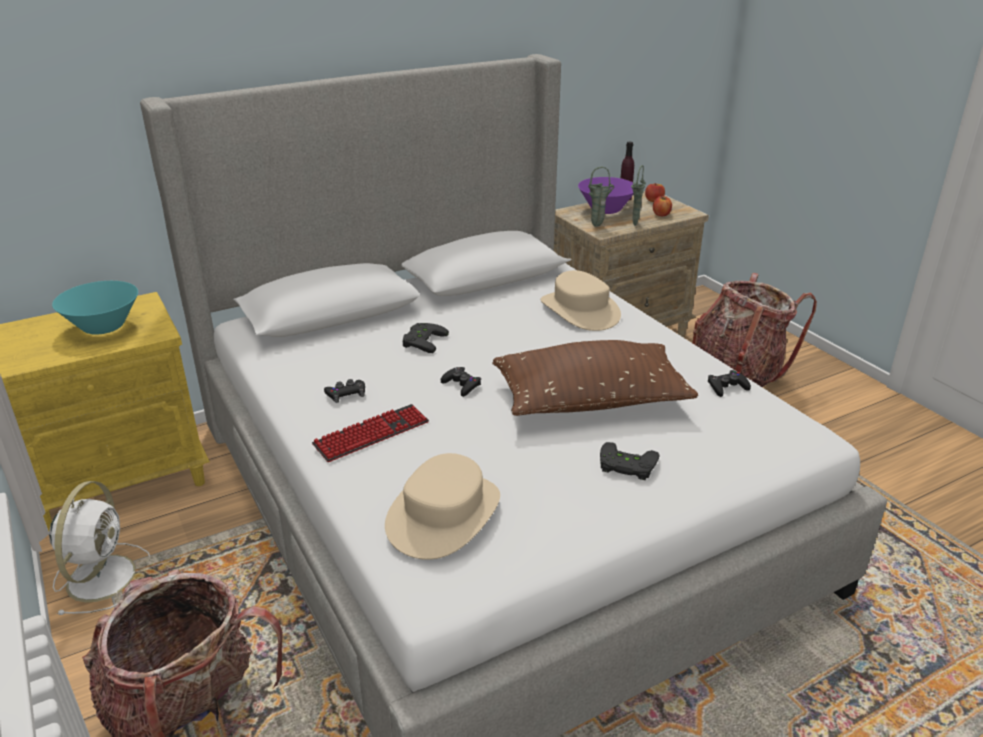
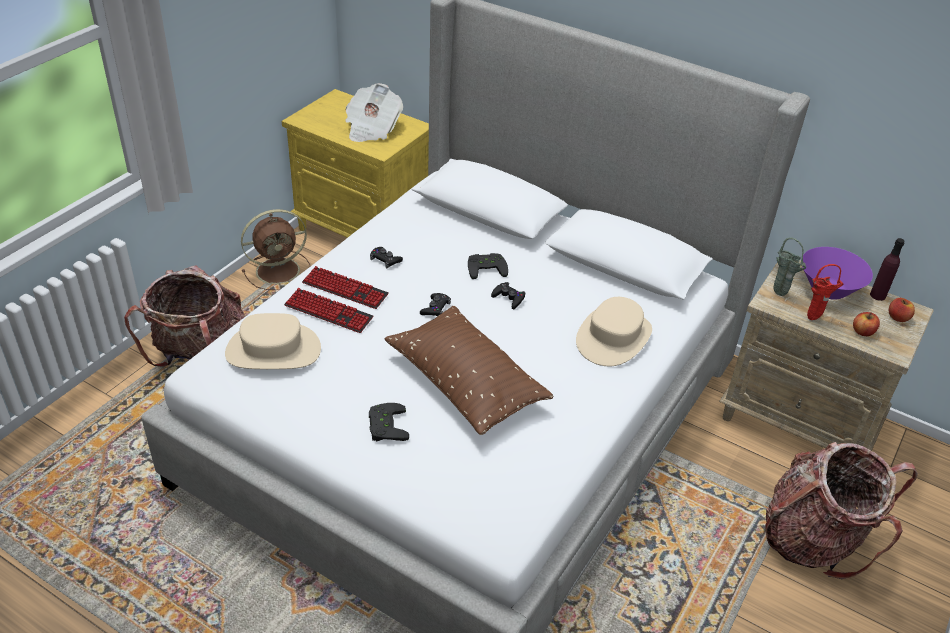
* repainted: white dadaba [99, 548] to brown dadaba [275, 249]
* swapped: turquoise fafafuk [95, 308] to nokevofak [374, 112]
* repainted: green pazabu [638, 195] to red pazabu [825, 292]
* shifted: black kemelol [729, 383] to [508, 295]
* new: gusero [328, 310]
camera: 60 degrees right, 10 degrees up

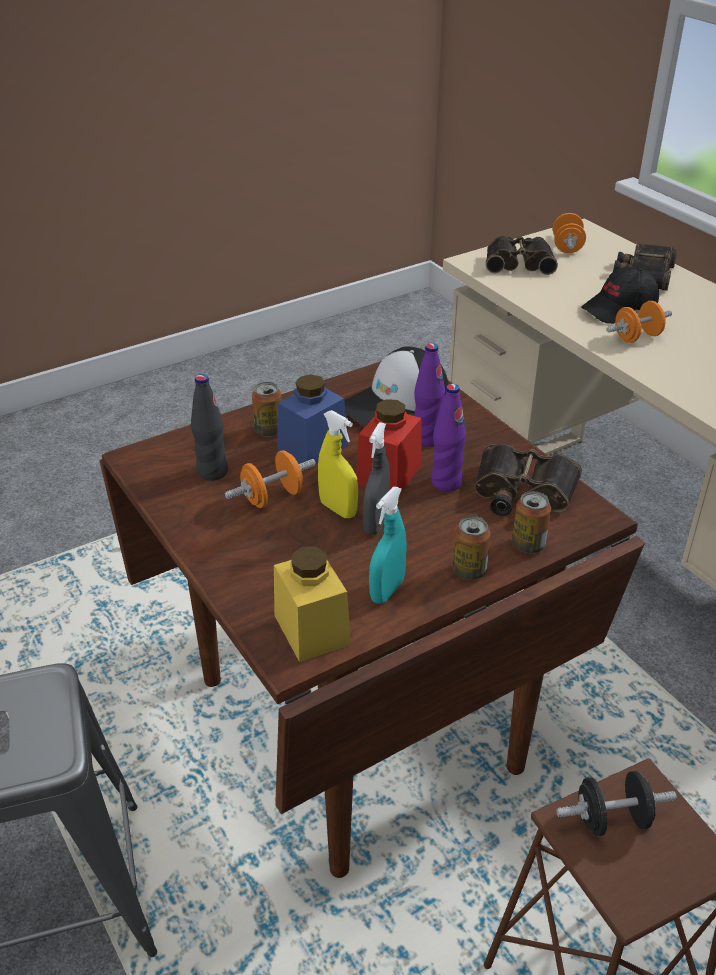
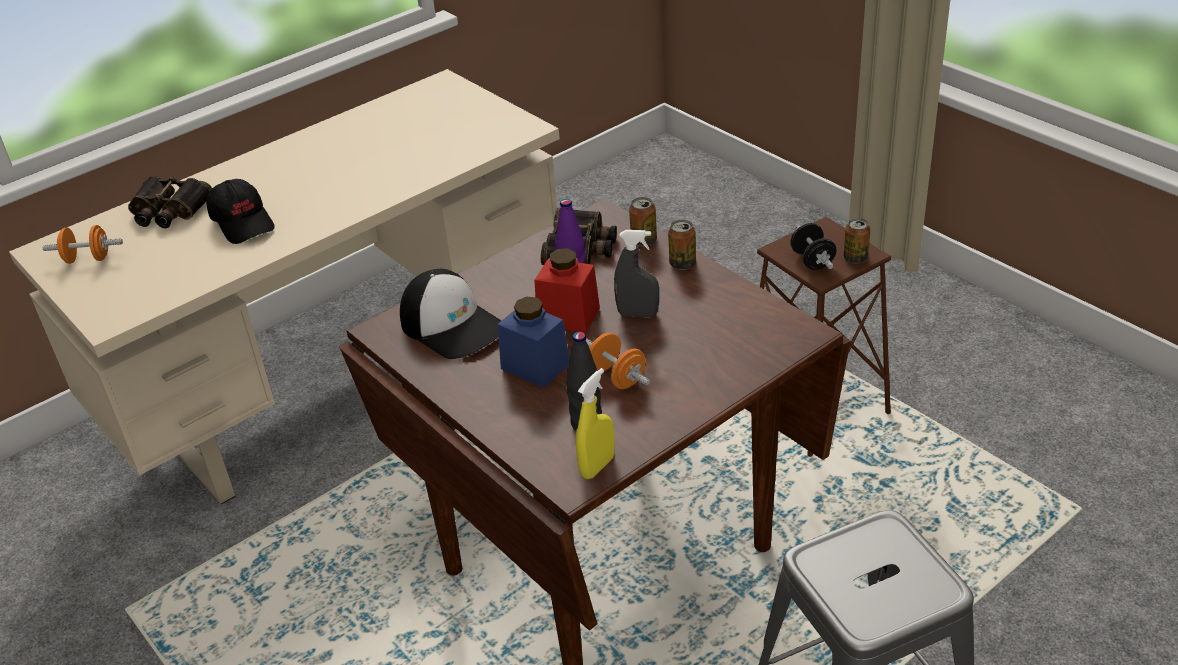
* shifted: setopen [267, 409] to [857, 241]
* gone: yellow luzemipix [312, 604]
* shifted: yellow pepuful [338, 464] to [595, 423]
* gone: turquoise pepuful [388, 545]
* gone: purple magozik [429, 395]
* gone: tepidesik [522, 255]
* gone: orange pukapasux [639, 322]
camera: 95 degrees left, 0 degrees up

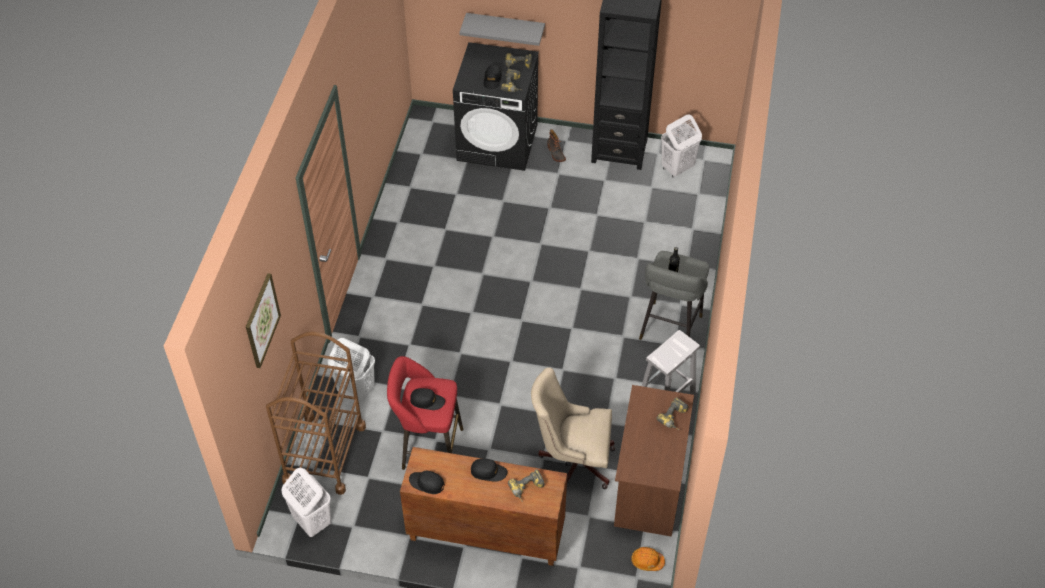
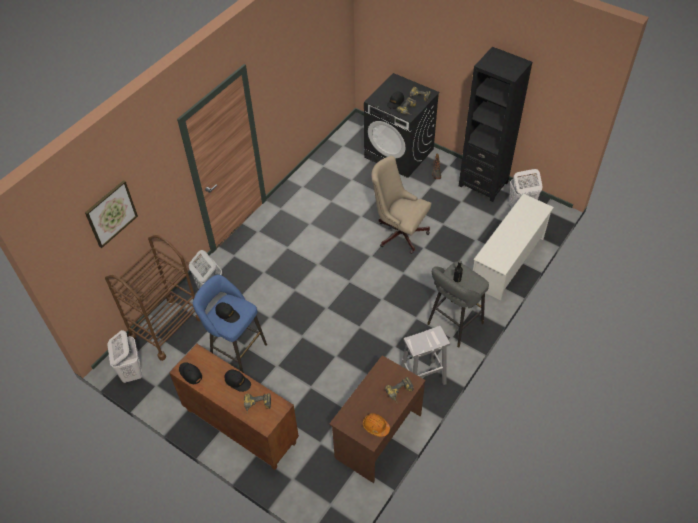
* repainted: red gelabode [425, 413] to blue gelabode [230, 324]
* gone: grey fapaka [502, 29]
* shifted: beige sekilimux [573, 428] to [401, 205]
* shifted: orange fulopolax [648, 559] to [376, 425]
* new: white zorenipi [513, 247]
camera: 25 degrees right, 0 degrees up

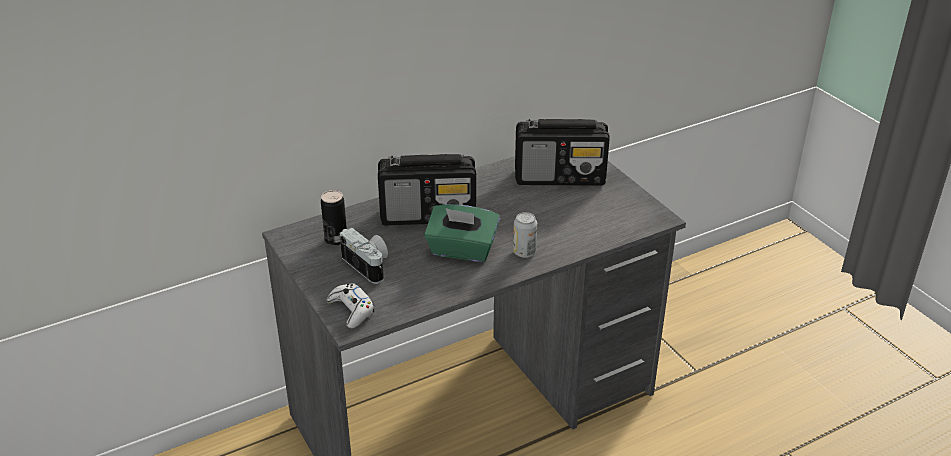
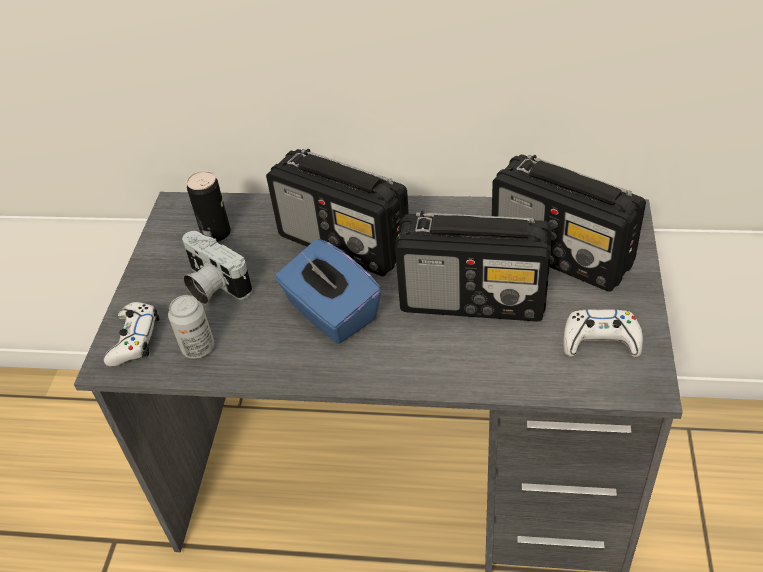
* rotated: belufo [364, 256] = [217, 267] 135 degrees clockwise
* repainted: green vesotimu [462, 233] to blue vesotimu [328, 291]
* shifted: setopen [525, 235] to [191, 327]
* new: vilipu [473, 266]
* new: white kemelol [603, 333]
camera: 40 degrees right, 10 degrees up

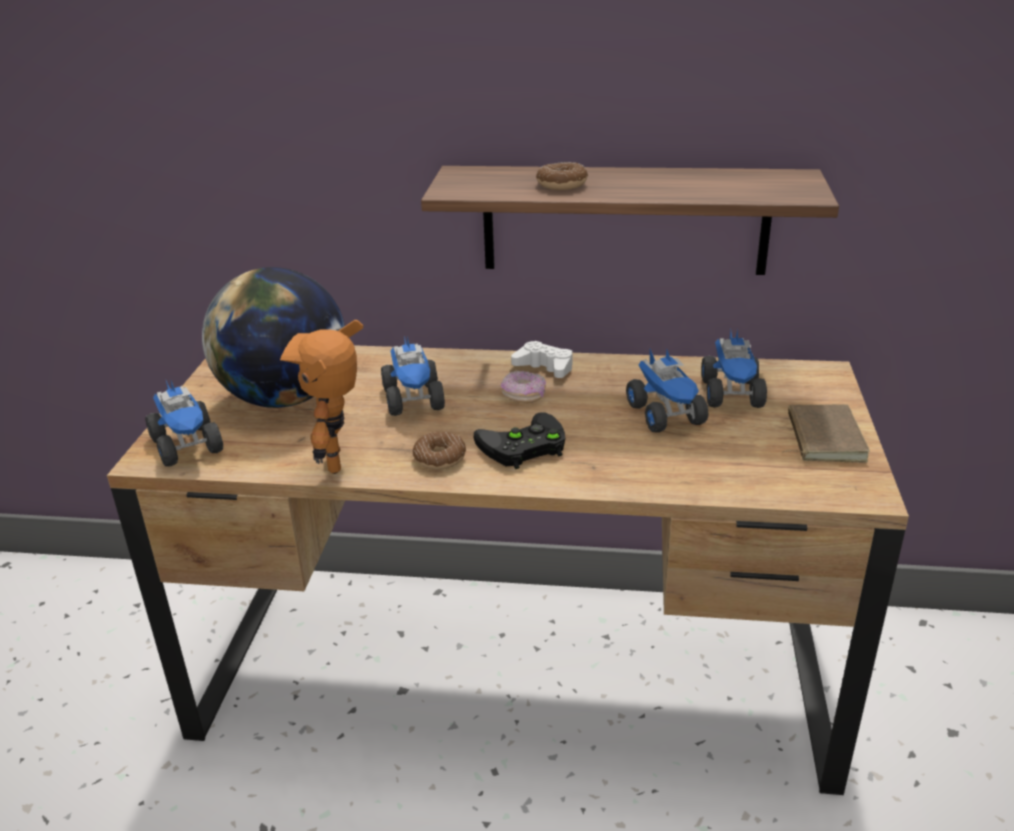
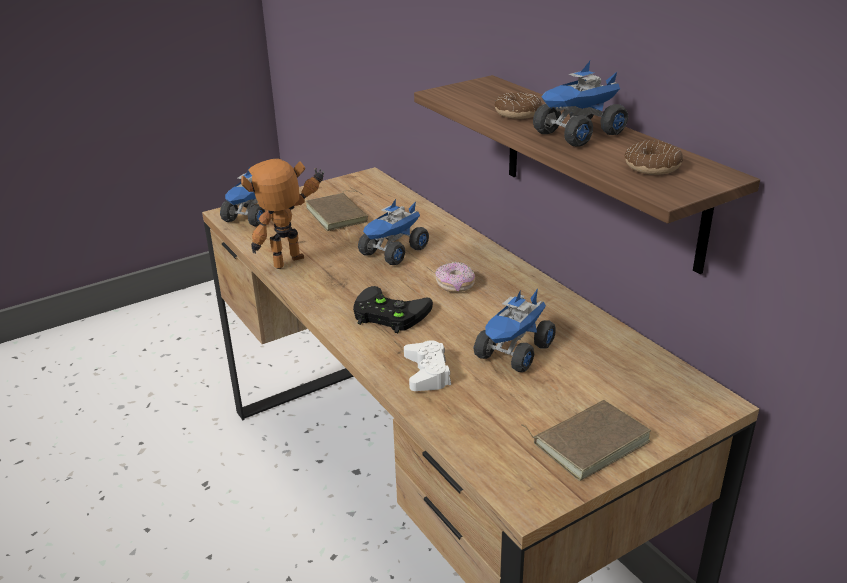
* swapped: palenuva [273, 337] to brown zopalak [337, 211]
* shifted: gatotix [439, 451] to [654, 157]
* shifted: white kemelol [542, 359] to [427, 365]
* shifted: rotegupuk [734, 368] to [580, 104]
camera: 50 degrees right, 0 degrees up

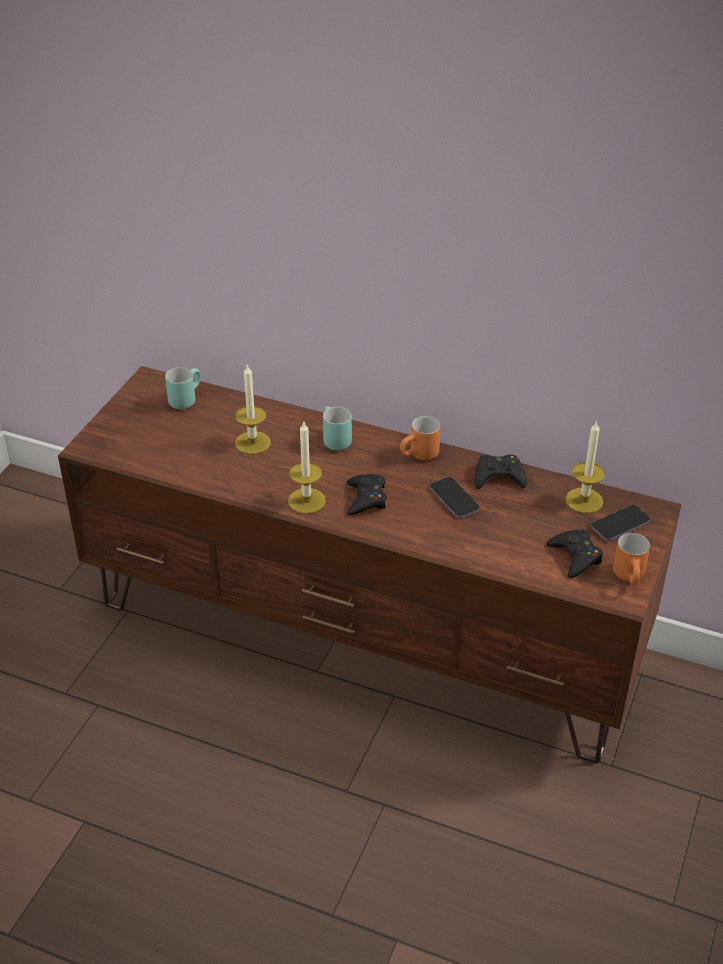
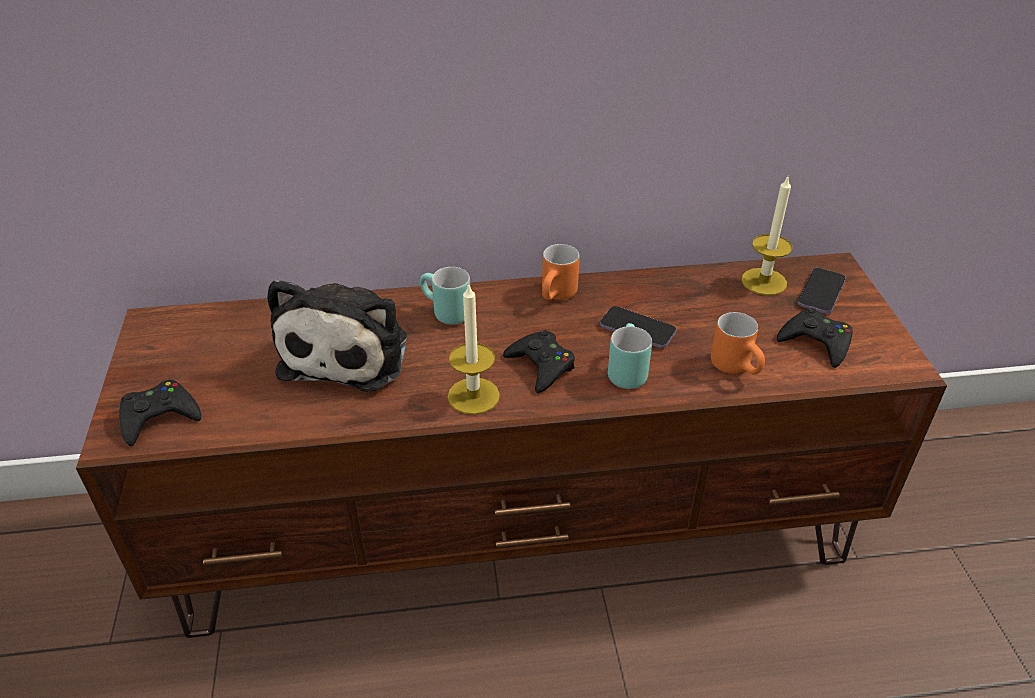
* shifted: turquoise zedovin [183, 388] to [630, 356]
* swapped: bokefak [253, 409] to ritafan [337, 335]
* shifted: black kemelol [501, 471] to [160, 413]
* shifted: orange zedovin [631, 559] to [738, 343]
camera: 30 degrees left, 0 degrees up

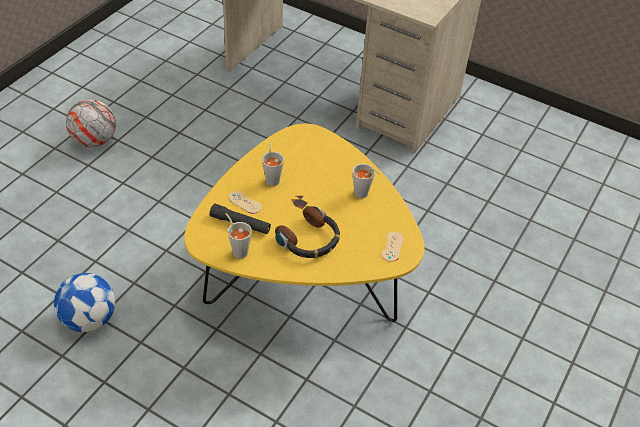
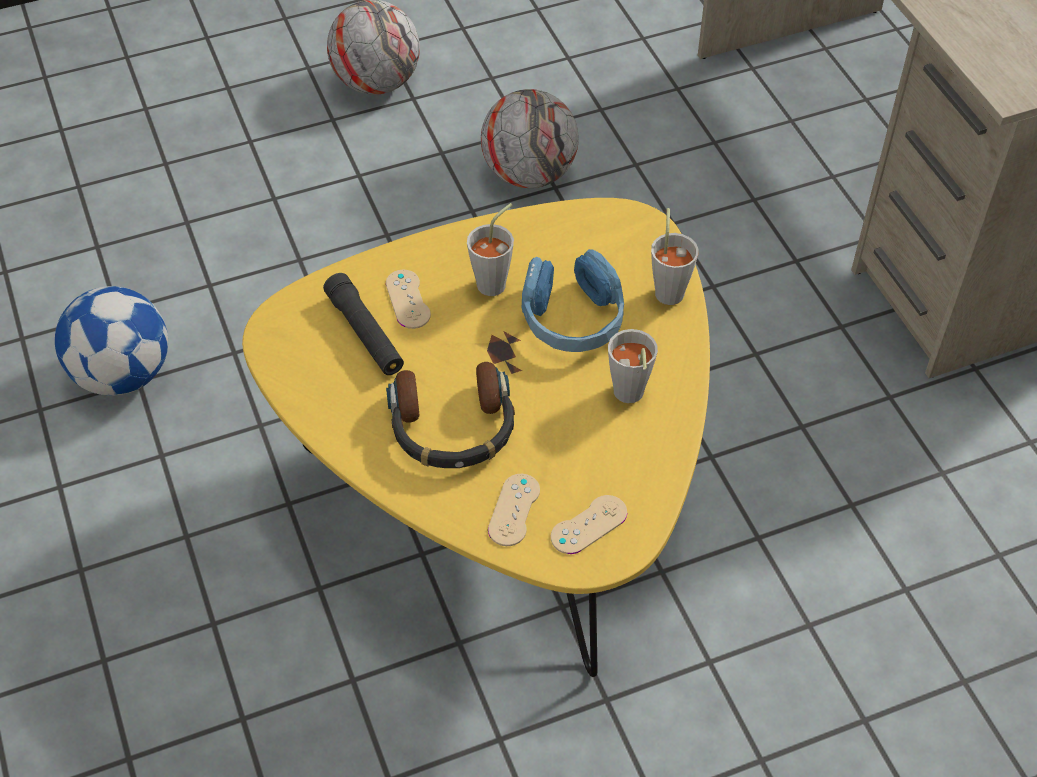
* shifted: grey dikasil [238, 235] to [674, 256]
* new: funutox [530, 138]
* new: beige kemelol [514, 510]
* new: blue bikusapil [573, 300]
camera: 40 degrees right, 5 degrees up

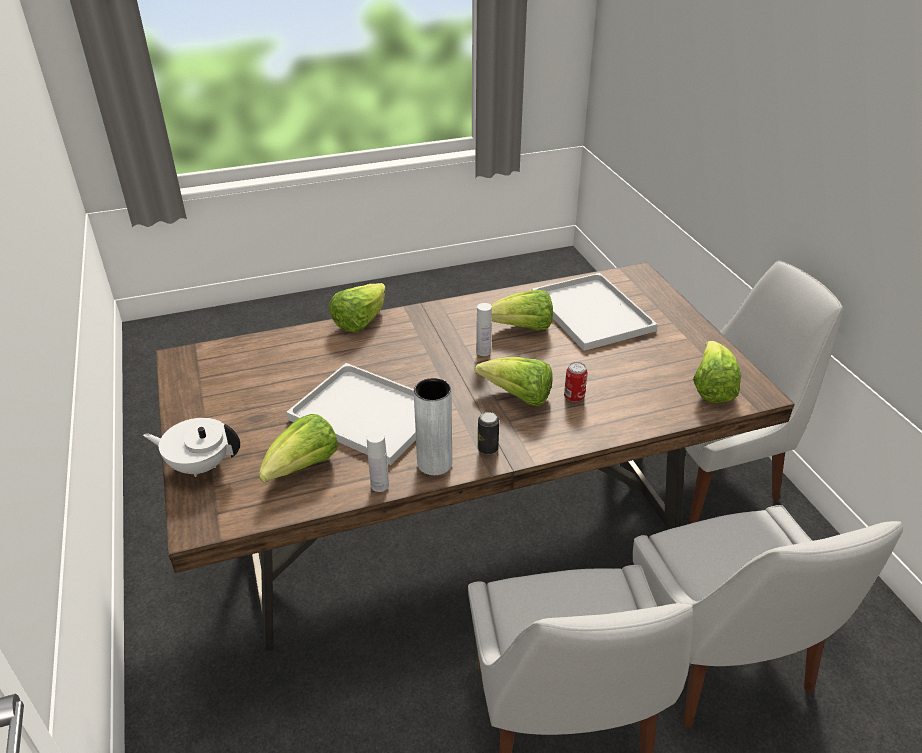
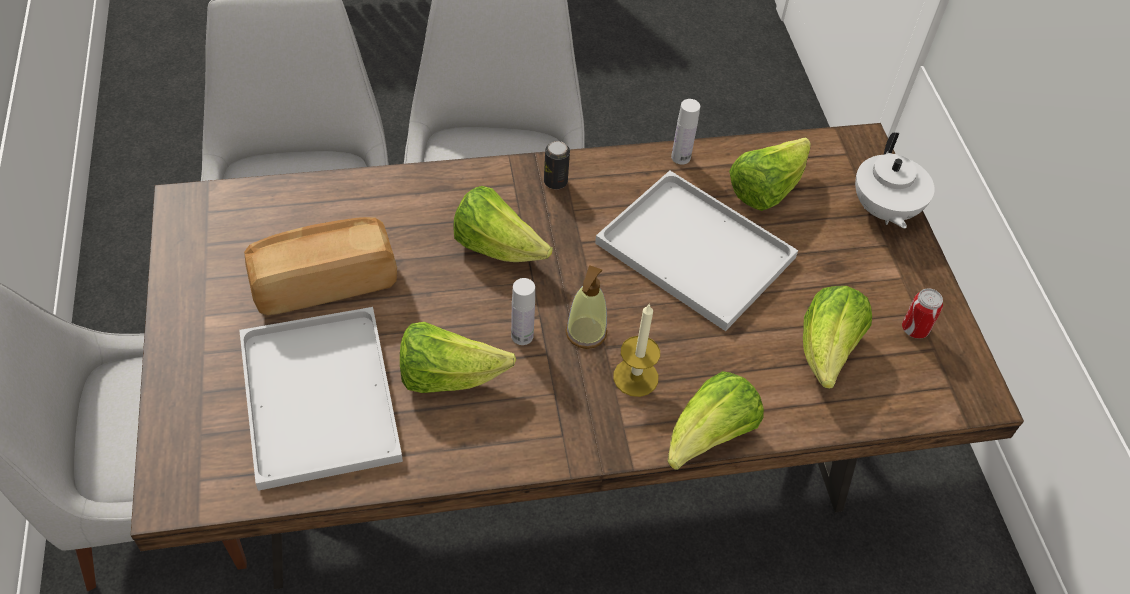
* rotated: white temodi [191, 447] = [894, 180] 75 degrees clockwise
* gone: grey pazabu [433, 426]
* shifted: setopen [576, 382] to [922, 313]
* shifted: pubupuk [717, 372] to [837, 337]
* new: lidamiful [320, 266]
* new: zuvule [586, 307]
* new: bokefak [636, 350]
camera: 175 degrees left, 15 degrees up

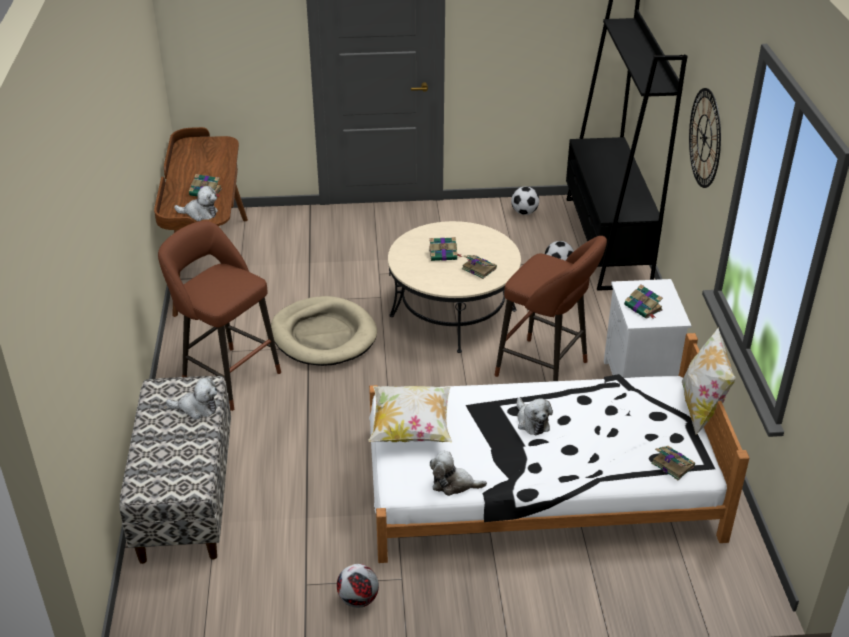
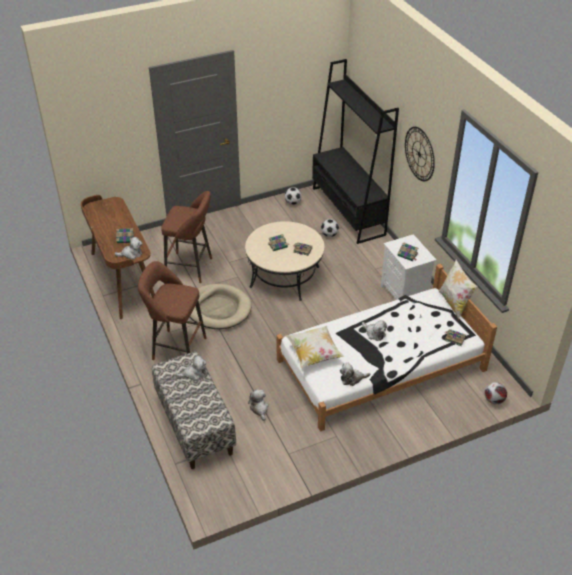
* shifted: funutox [358, 586] to [495, 393]
* shifted: brown gelabode [551, 308] to [186, 237]
* new: ritafan [258, 405]
camera: 20 degrees left, 5 degrees up

